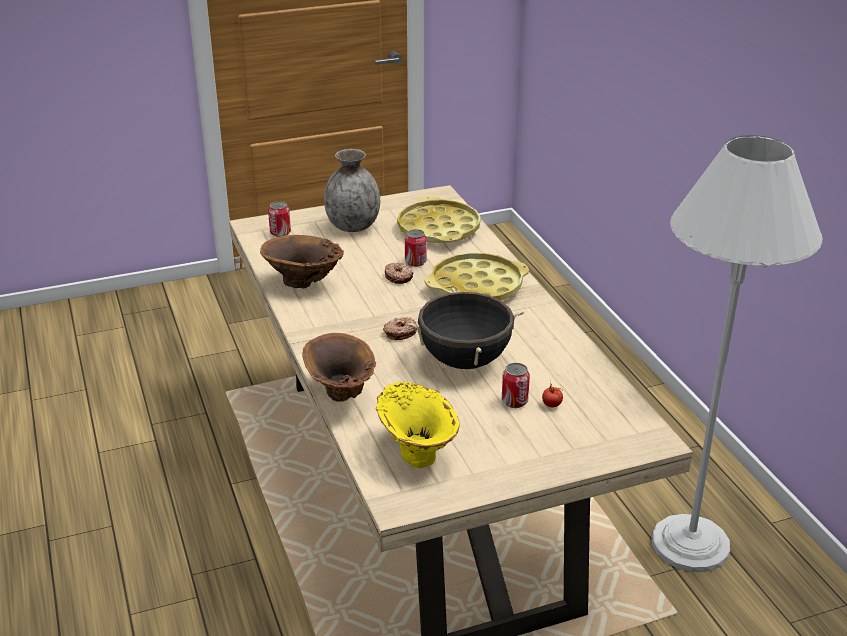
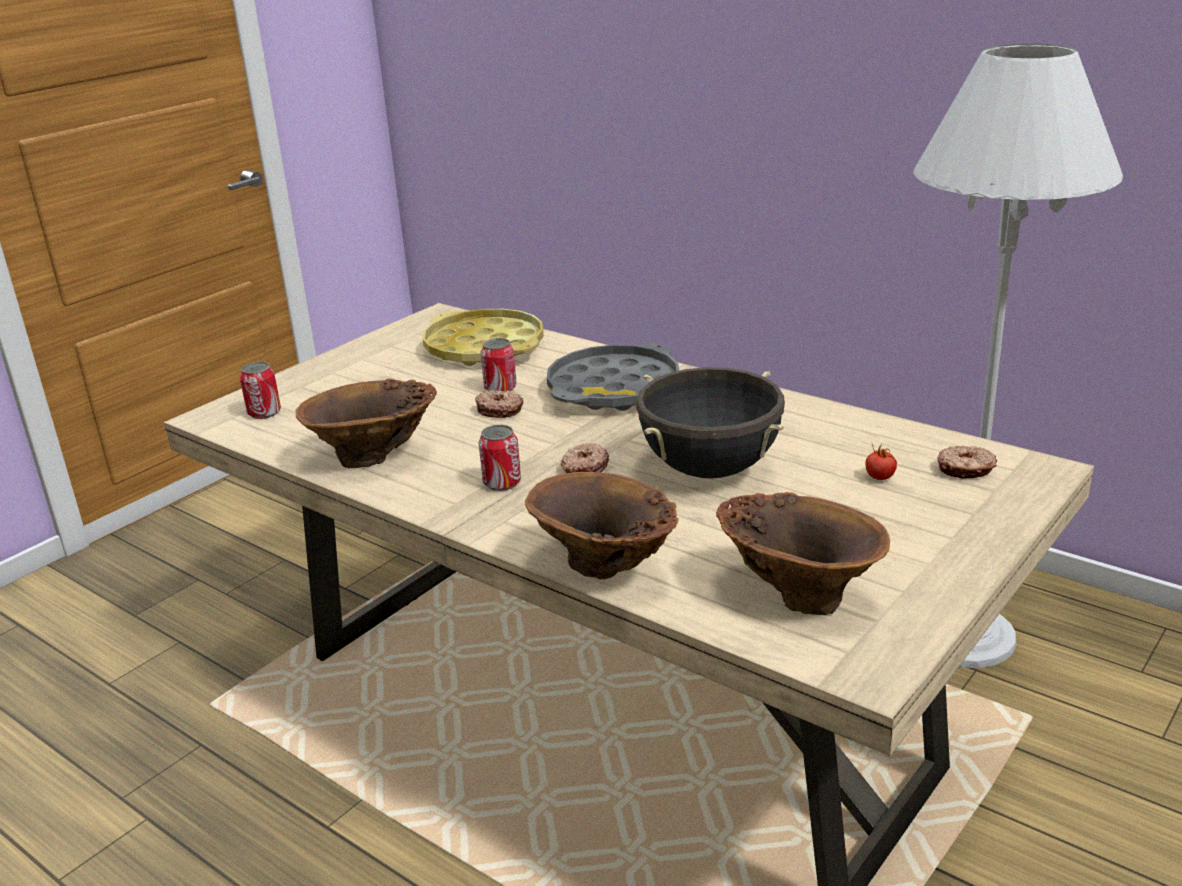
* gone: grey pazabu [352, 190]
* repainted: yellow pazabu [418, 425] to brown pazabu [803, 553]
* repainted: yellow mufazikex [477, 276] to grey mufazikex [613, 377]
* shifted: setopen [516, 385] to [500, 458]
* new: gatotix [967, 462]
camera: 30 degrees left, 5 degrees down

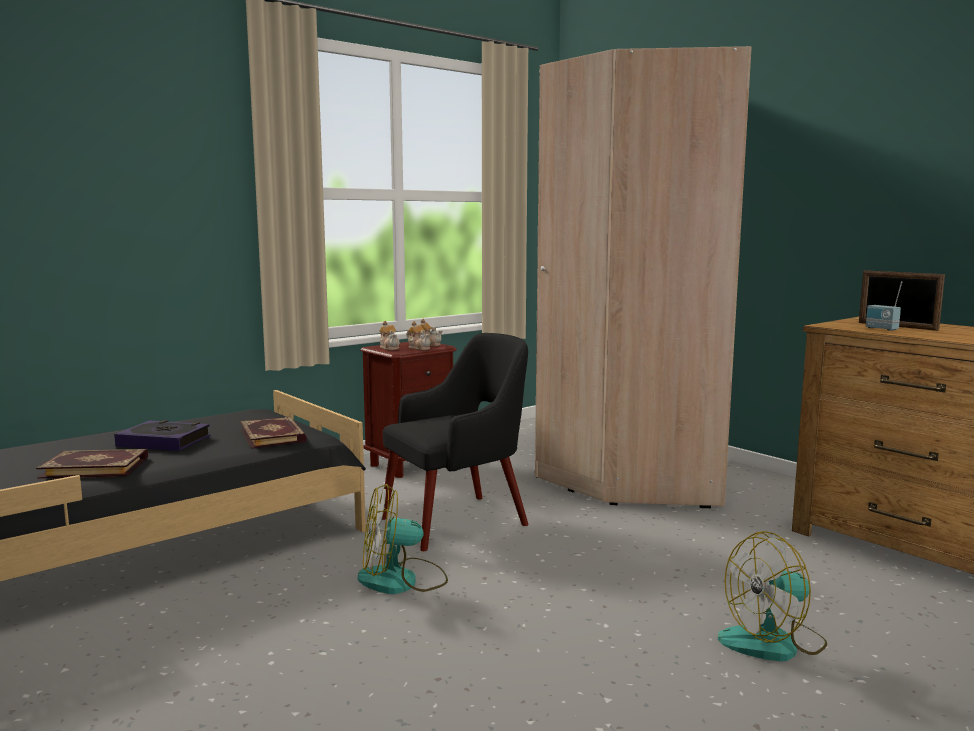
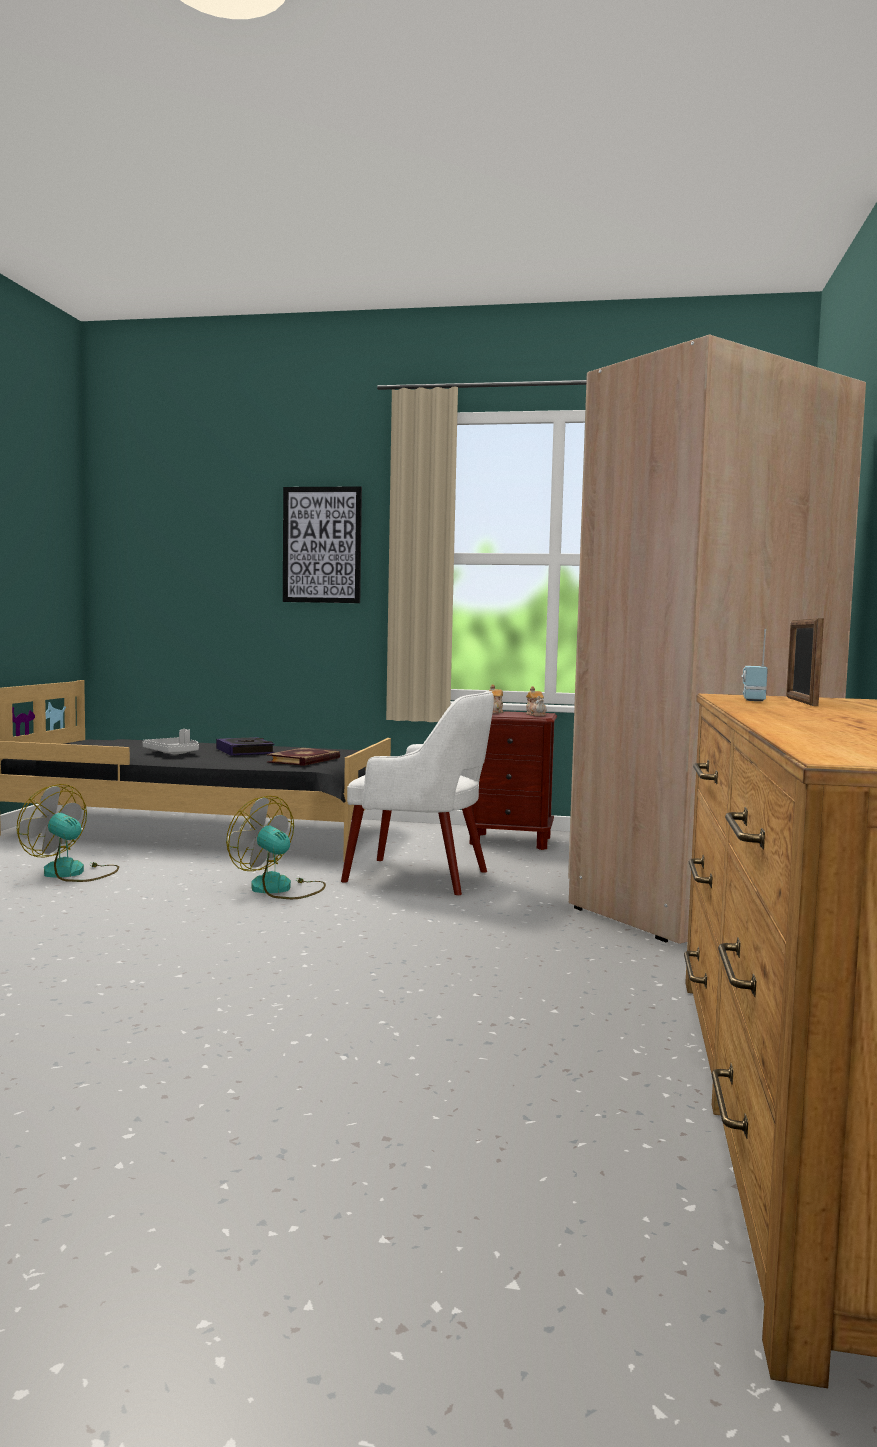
* swapped: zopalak [92, 464] to grey mufazikex [171, 741]
* repainted: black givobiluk [455, 442] to white givobiluk [417, 793]
* gone: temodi [418, 335]
* shifted: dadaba [772, 596] to [68, 833]
* new: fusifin [322, 544]
camera: 50 degrees right, 5 degrees down

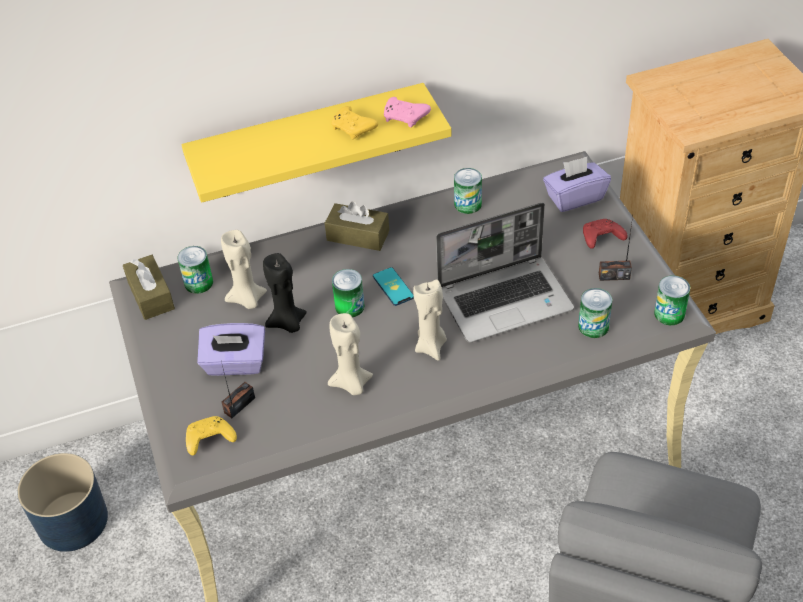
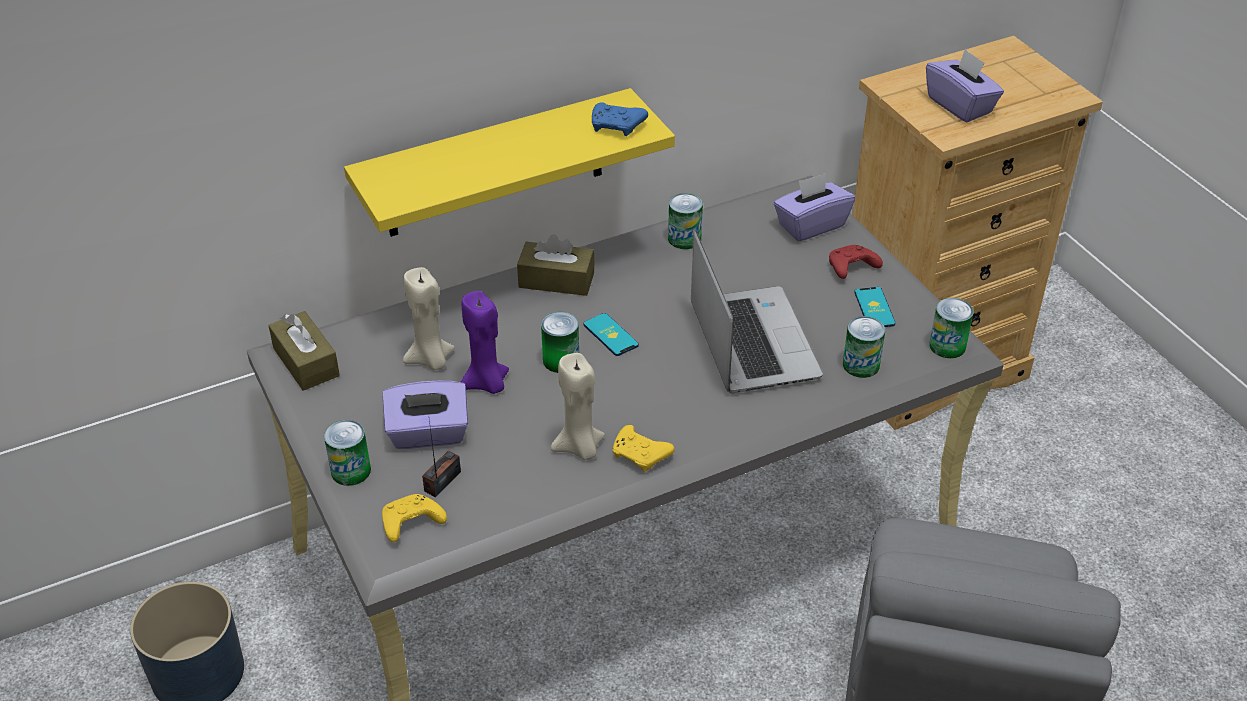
* shifted: setopen [195, 270] to [347, 453]
* repainted: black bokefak [285, 293] to purple bokefak [485, 342]
* shifted: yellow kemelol [354, 123] to [644, 448]
* repainted: pink kemelol [407, 112] to blue kemelol [620, 119]
* gone: beige bokefak [430, 320]
* rotated: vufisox [505, 273] = [757, 311] 75 degrees counterclockwise
* swapped: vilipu [616, 248] to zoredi [874, 307]
* new: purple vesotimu [965, 85]
camera: 10 degrees left, 5 degrees down

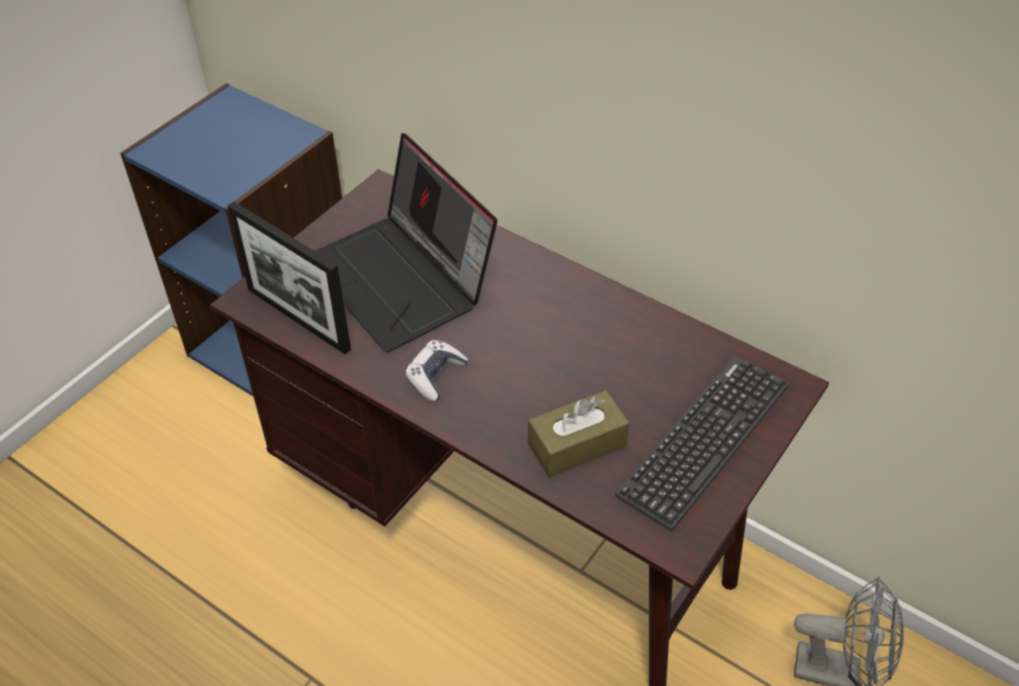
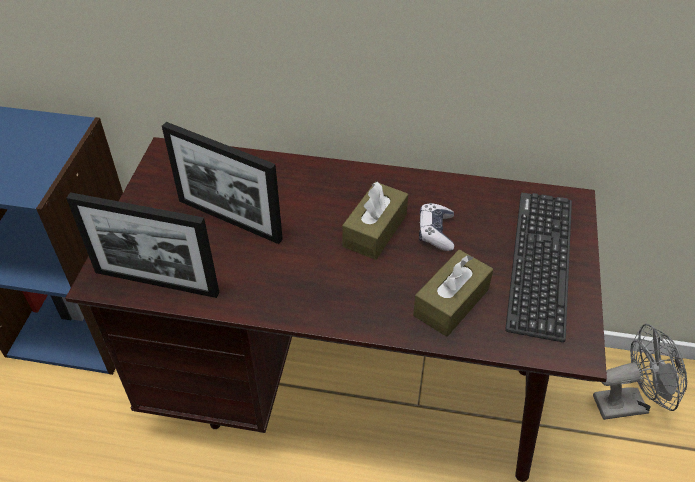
* swapped: vufisox [406, 242] to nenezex [222, 183]
* shifted: kemelol [436, 370] to [436, 227]
* new: brown vesotimu [375, 220]
camera: 25 degrees left, 0 degrees up

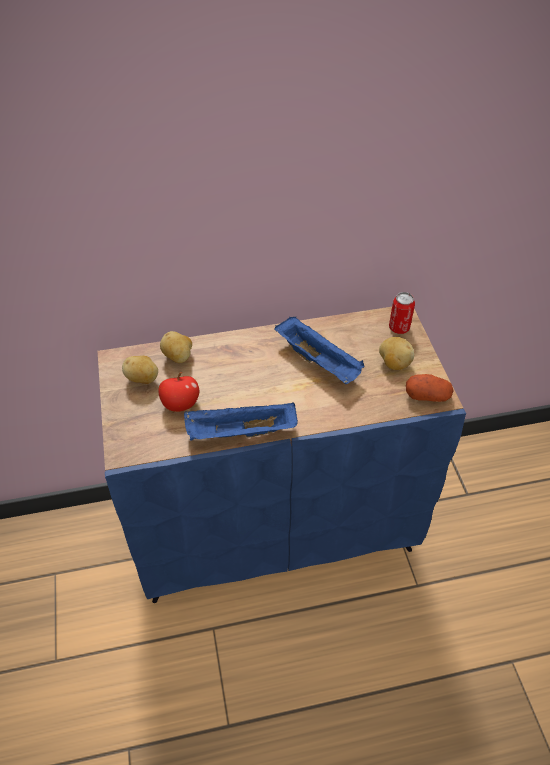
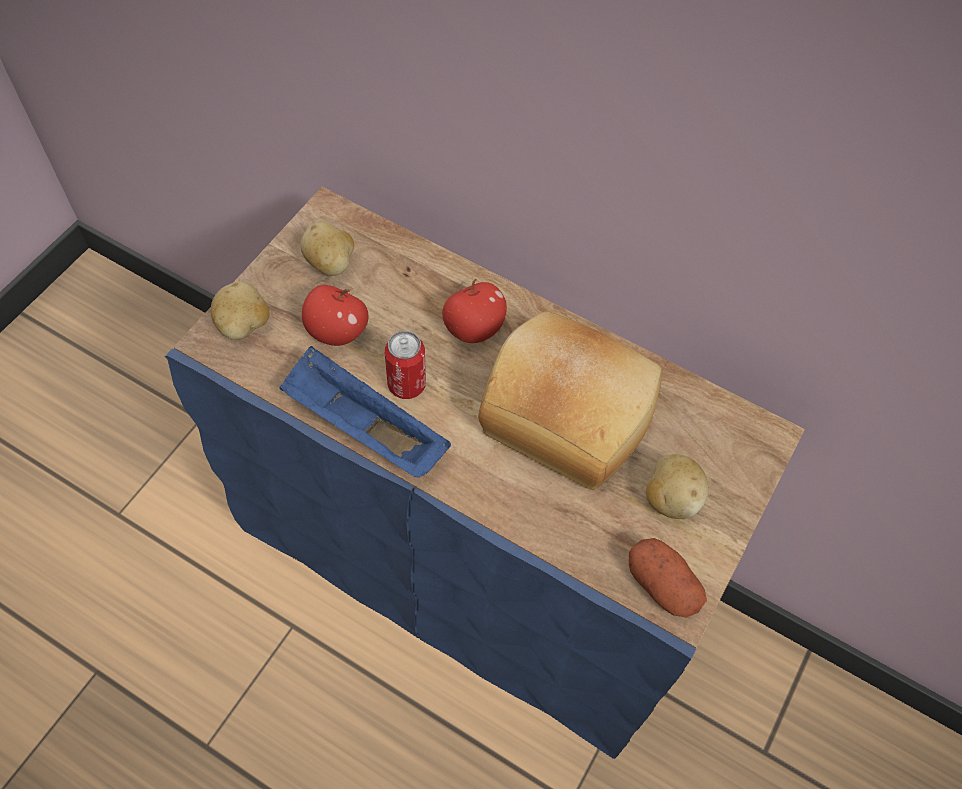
* shifted: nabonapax [176, 347] to [240, 311]
* swapped: blue mufazikex [319, 350] to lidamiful [570, 400]
* shifted: setopen [402, 313] to [405, 365]
* new: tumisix [474, 311]
camera: 40 degrees right, 10 degrees up

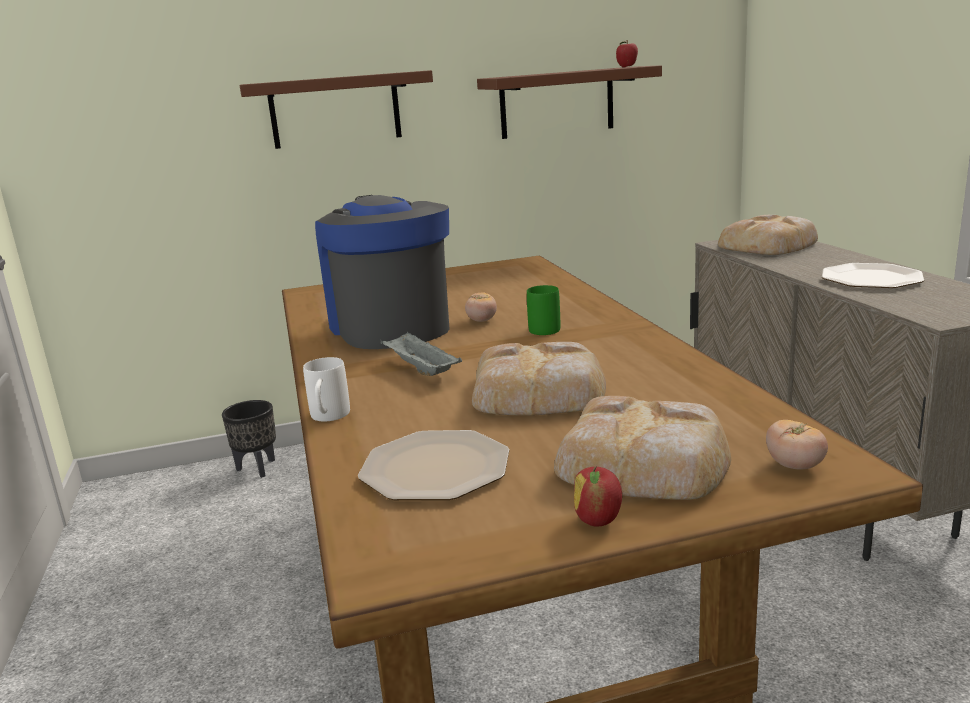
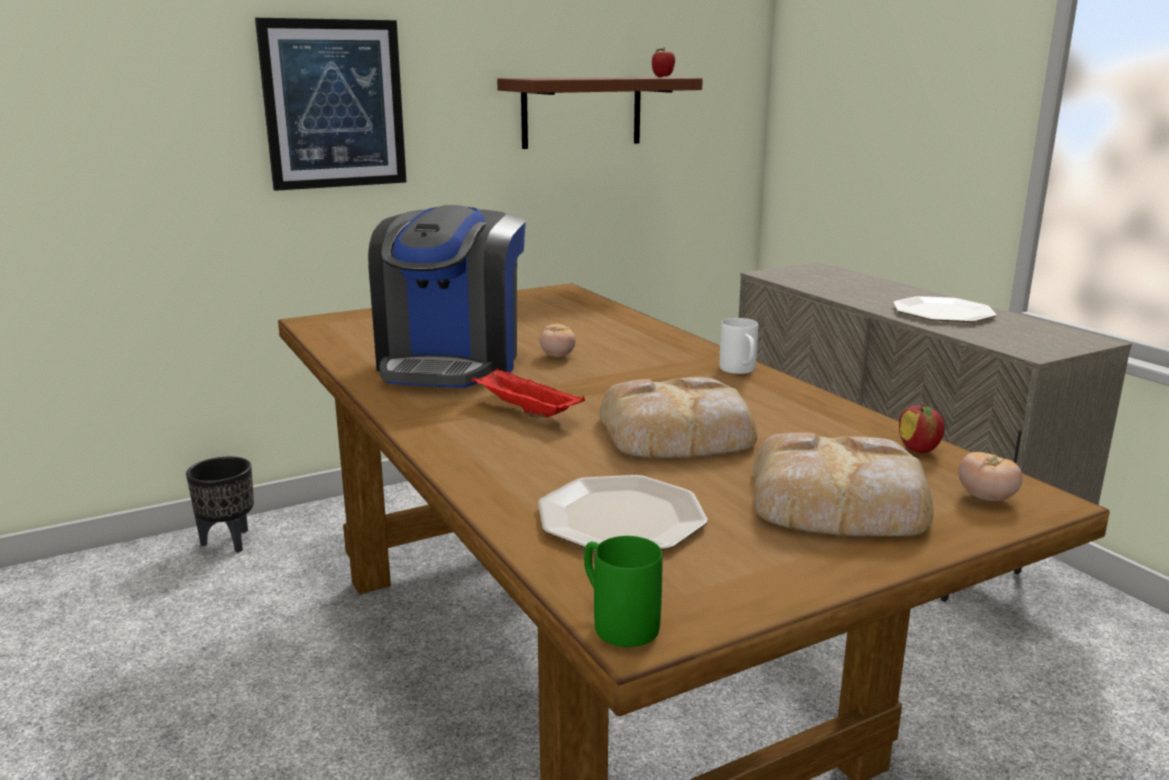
* swapped: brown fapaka [336, 109] to fusifin [330, 104]
* shifted: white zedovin [326, 389] to [738, 346]
* rotated: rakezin [382, 272] = [447, 296] 135 degrees counterclockwise
* repainted: grey mufazikex [421, 353] to red mufazikex [528, 393]
* shifted: green zedovin [543, 310] to [623, 591]
* shifted: tumisix [598, 496] to [922, 428]
* gone: lidamiful [768, 235]
camera: 15 degrees left, 0 degrees up

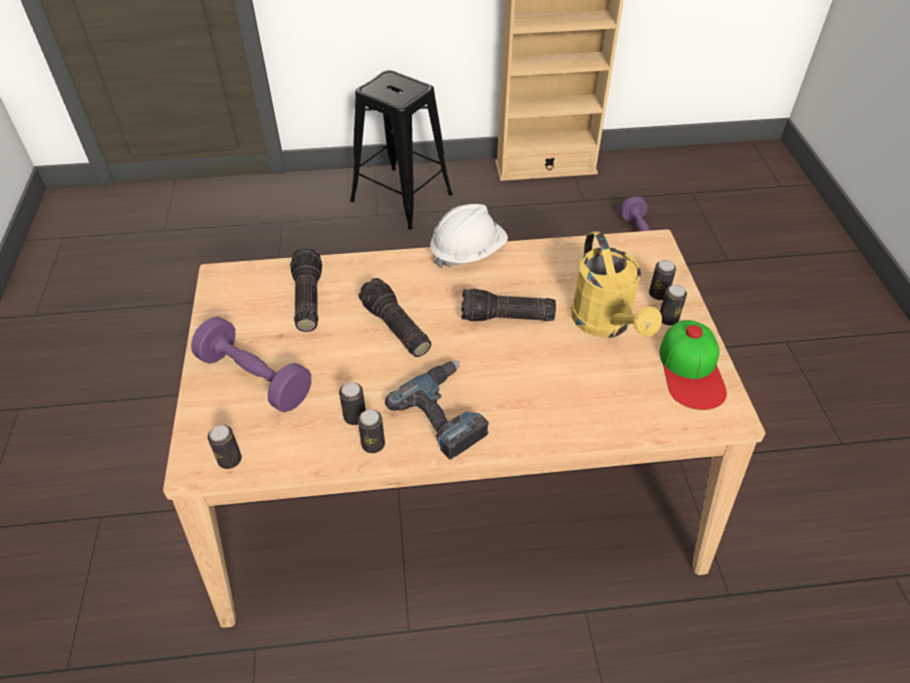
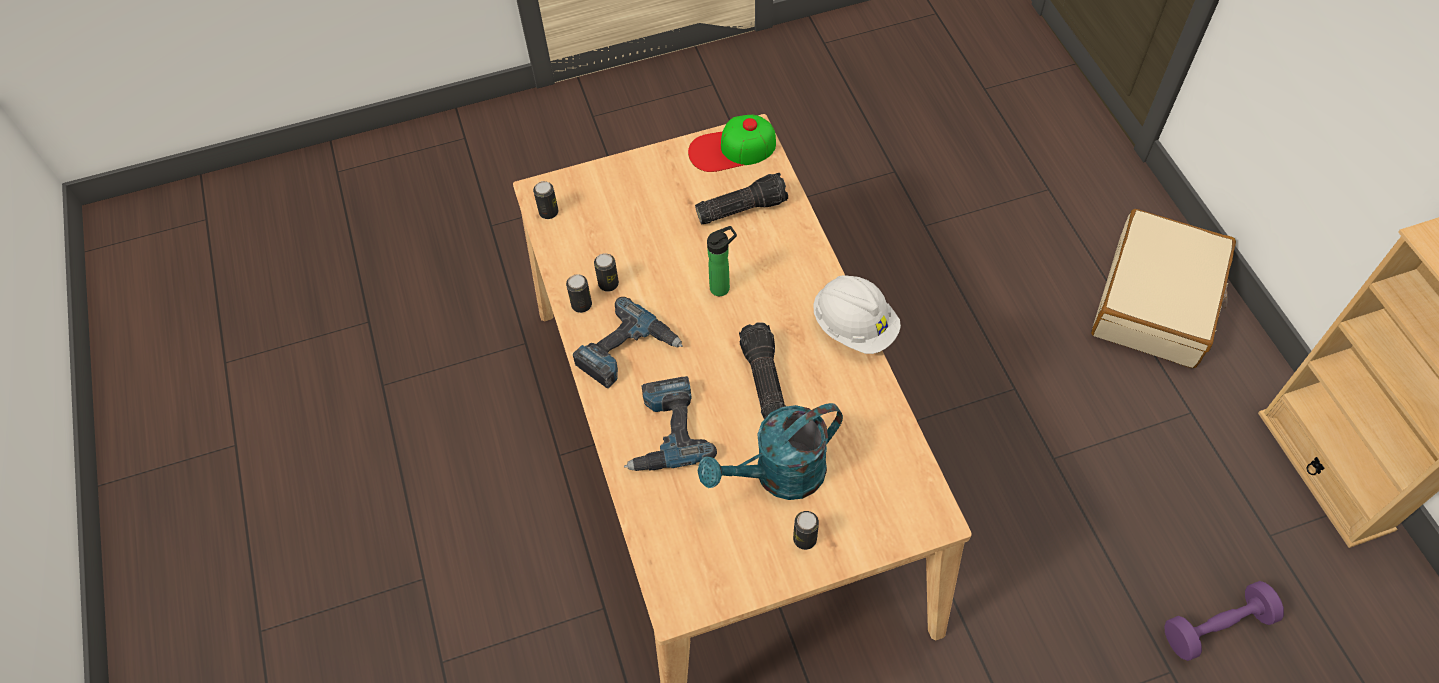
* gone: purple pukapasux [251, 364]
* swapped: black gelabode [401, 150] to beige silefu [1163, 288]
* swapped: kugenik [395, 317] to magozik [722, 261]
* repainted: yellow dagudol [616, 284] to turquoise dagudol [770, 451]
* gone: setopen [662, 280]
* shifted: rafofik [693, 365] to [732, 143]
* new: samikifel [670, 423]
camera: 80 degrees right, 10 degrees up

